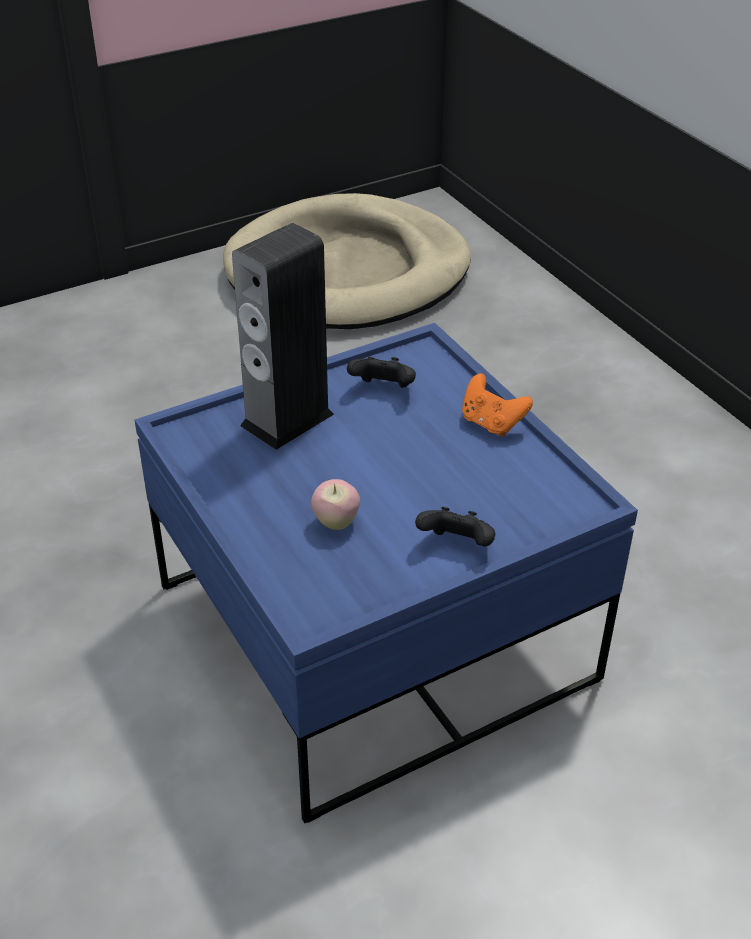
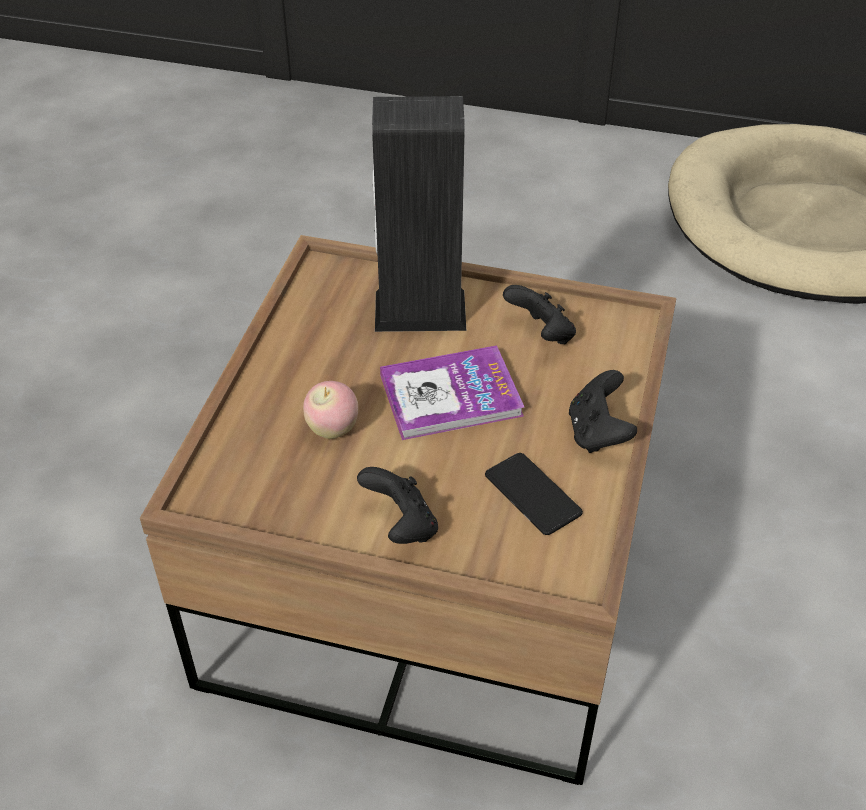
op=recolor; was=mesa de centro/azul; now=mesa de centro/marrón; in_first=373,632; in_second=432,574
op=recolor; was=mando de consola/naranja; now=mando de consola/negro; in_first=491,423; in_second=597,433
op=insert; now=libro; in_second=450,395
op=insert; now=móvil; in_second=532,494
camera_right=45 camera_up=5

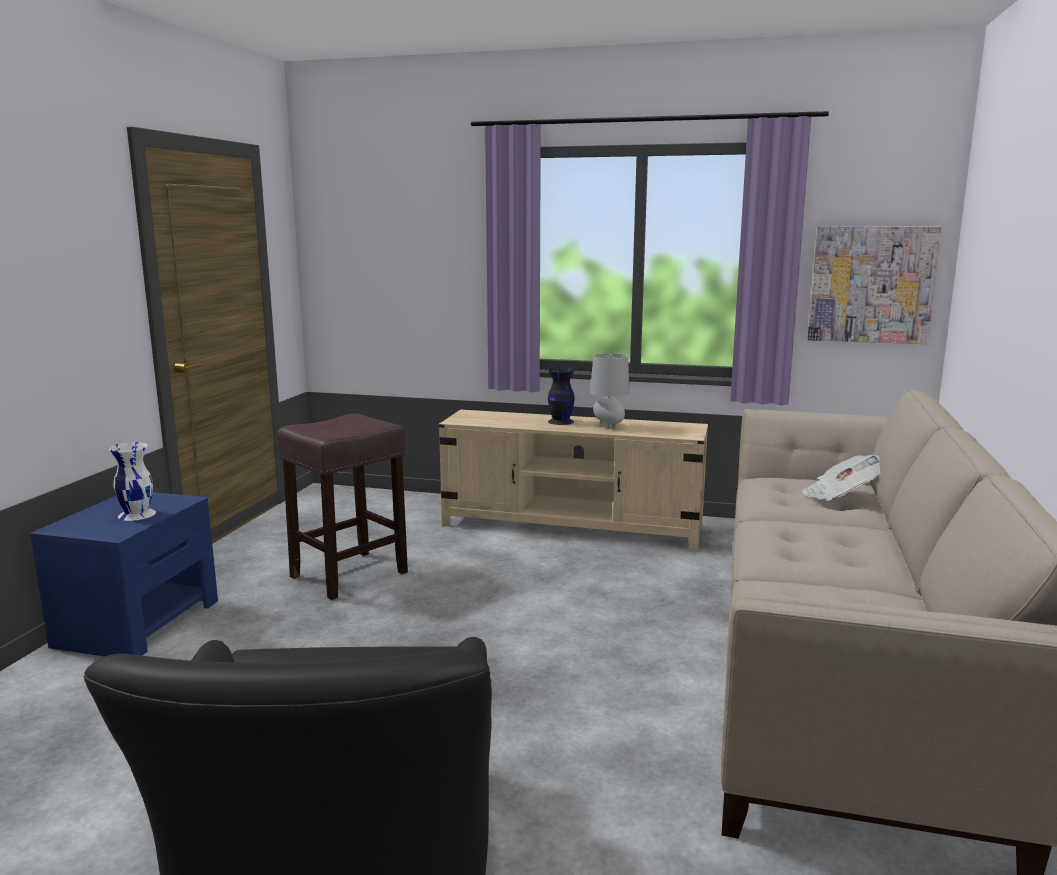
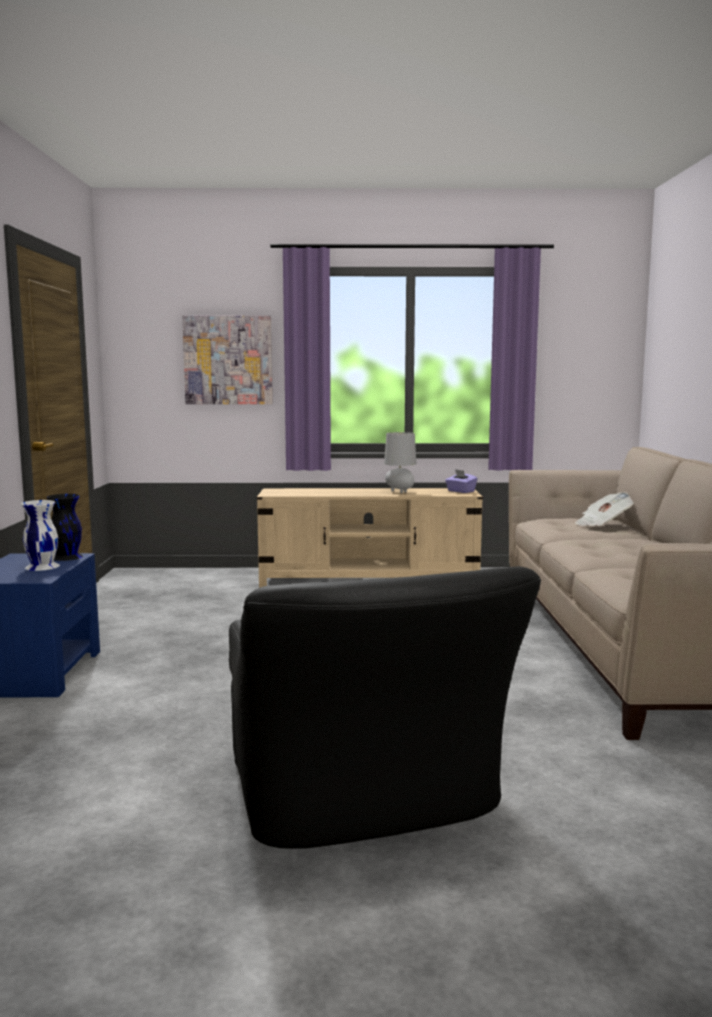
op=move; was=cuadro; in_first=871,284; in_second=228,360
op=move; was=florero/negro; in_first=560,421; in_second=66,557
op=delete; was=taburete/marrón; in_first=350,574
op=insert; now=caja de pañuelos/morado; in_second=460,491
camera_right=-15 camera_up=-5

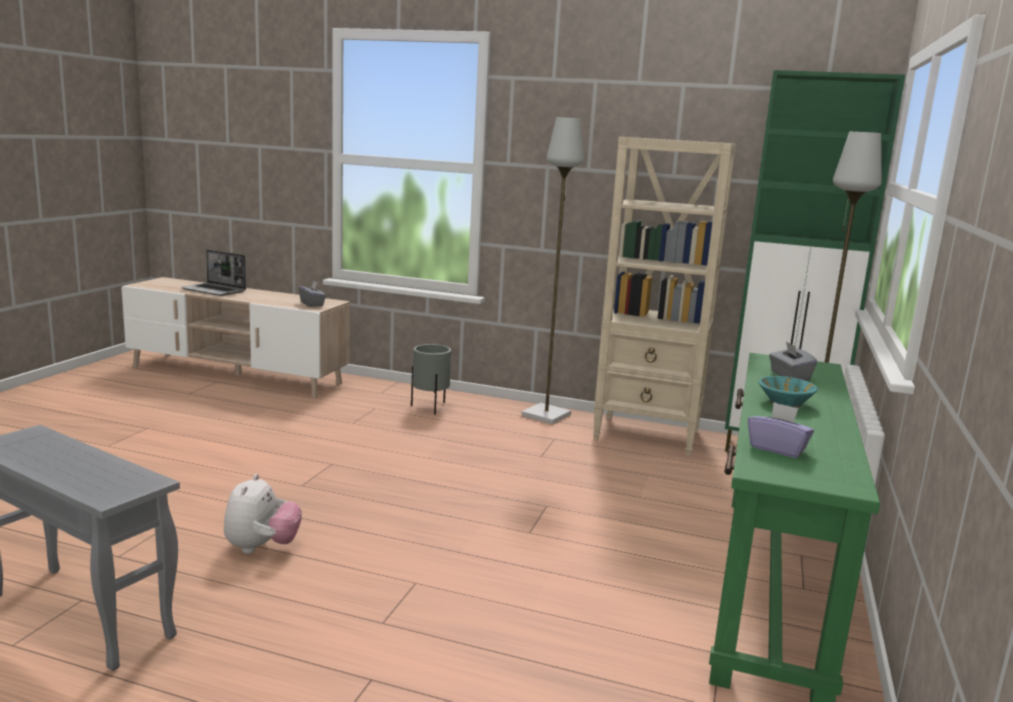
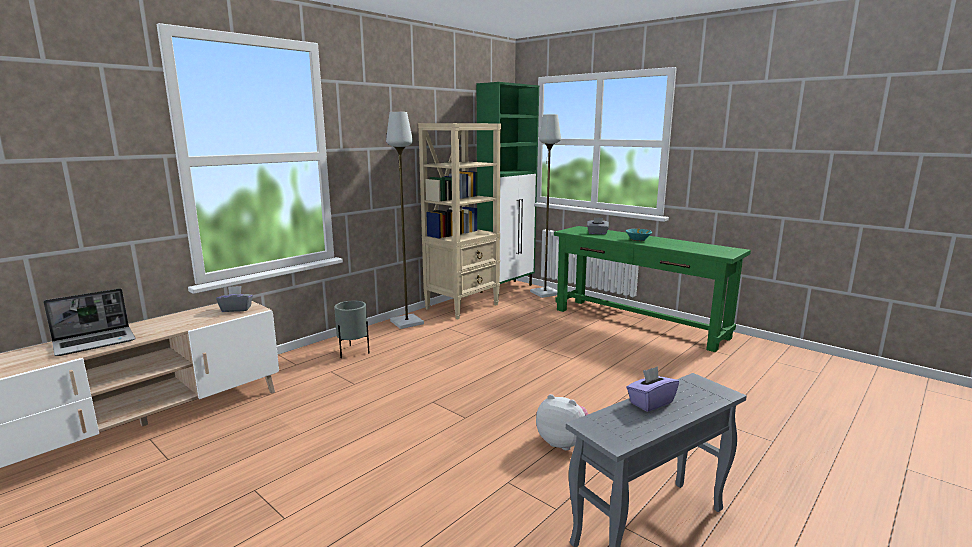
op=move; was=caja de pañuelos/morado; in_first=777,449; in_second=650,402
camera_right=-65 camera_up=0

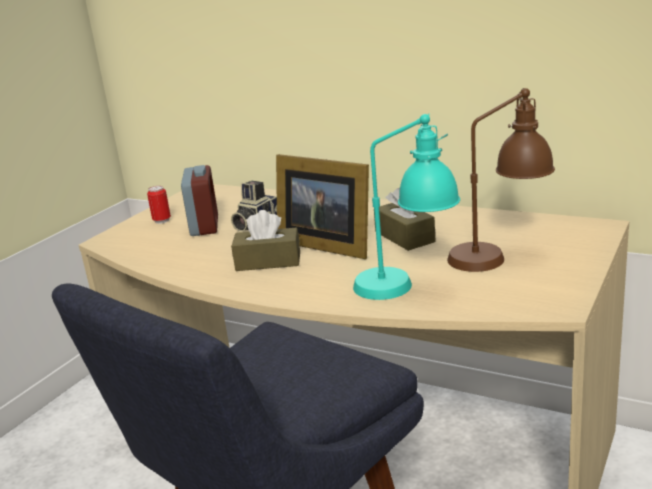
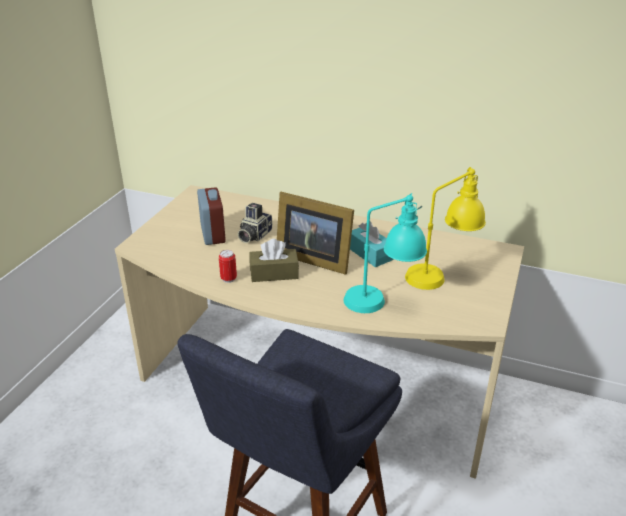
op=recolor; was=lámpara de mesa/marrón; now=lámpara de mesa/amarillo; in_first=500,256; in_second=441,276
op=move; was=lata; in_first=162,221; in_second=228,279
op=recolor; was=caja de pañuelos/marrón; now=caja de pañuelos/turquesa; in_first=404,237; in_second=370,254
camera_right=-10 camera_up=10

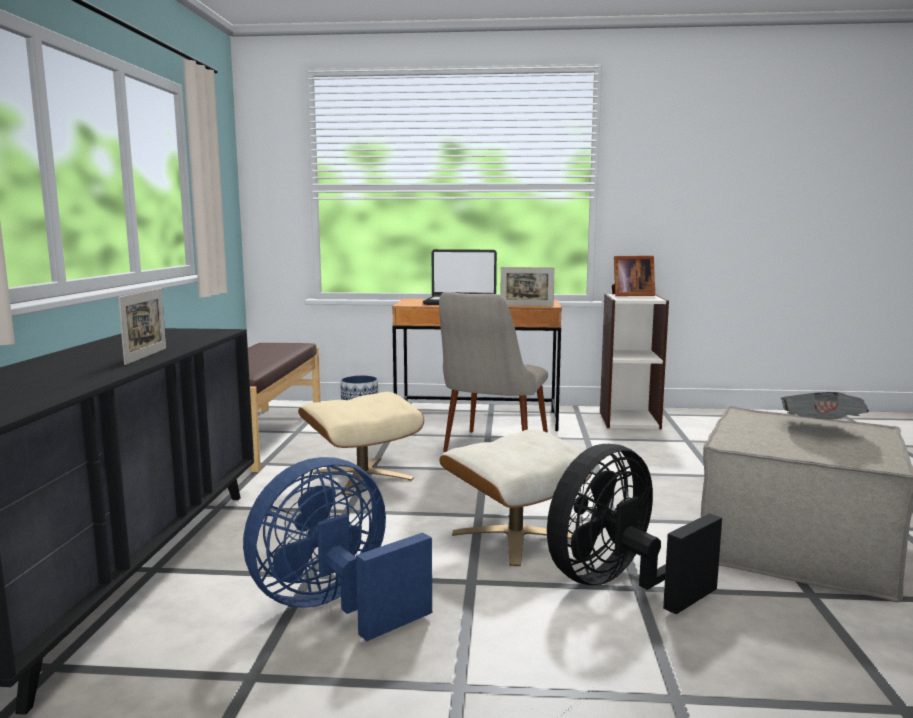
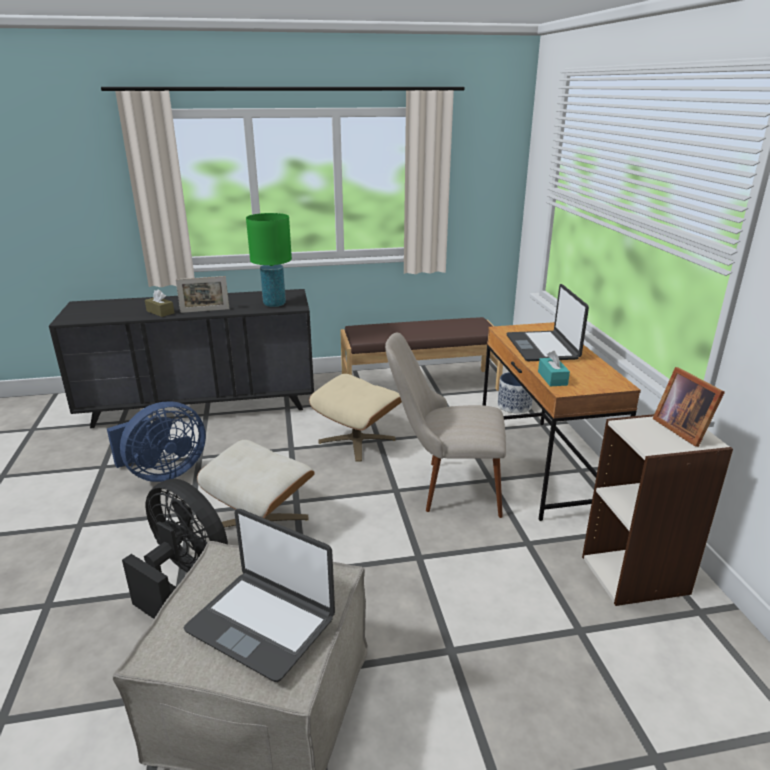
op=replace; was=portarretratos; now=caja de pañuelos/turquesa; in_first=526,305; in_second=552,378
op=replace; was=periódico; now=portátil; in_first=821,428; in_second=262,623
op=rotate; was=ventilador/azul; in_first=335,607; in_second=163,473; clockwise=105
op=insert; now=lámpara de mesa/verde; in_second=274,304
op=insert; now=caja de pañuelos/marrón; in_second=160,312
camera_right=75 camera_up=15

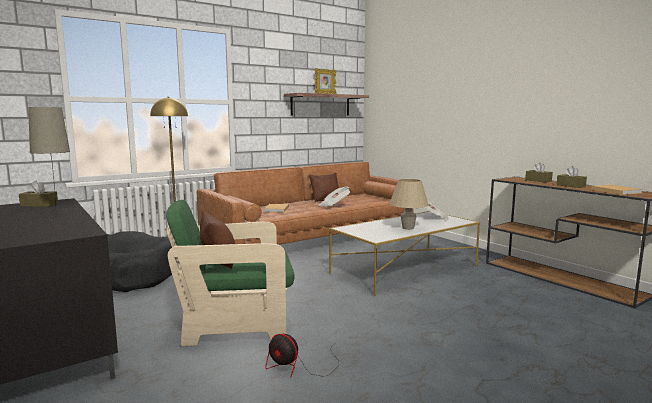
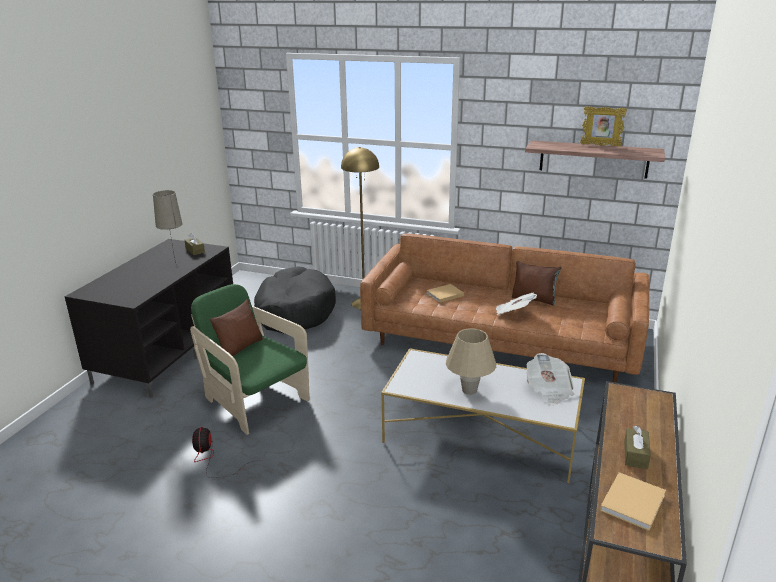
op=delete; was=caja de pañuelos/marrón; in_first=538,180
camera_right=55 camera_up=15

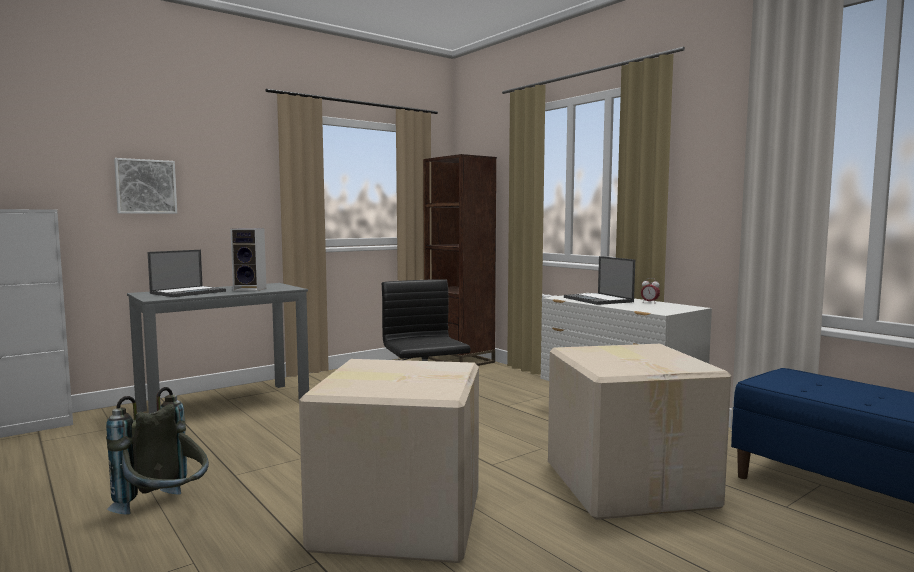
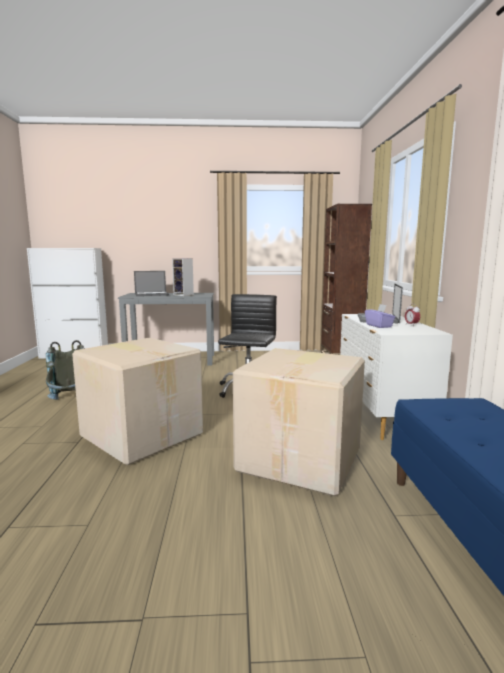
op=delete; was=cuadro; in_first=146,186
op=insert; now=caja de pañuelos/morado; in_second=379,326
camera_right=35 camera_up=5

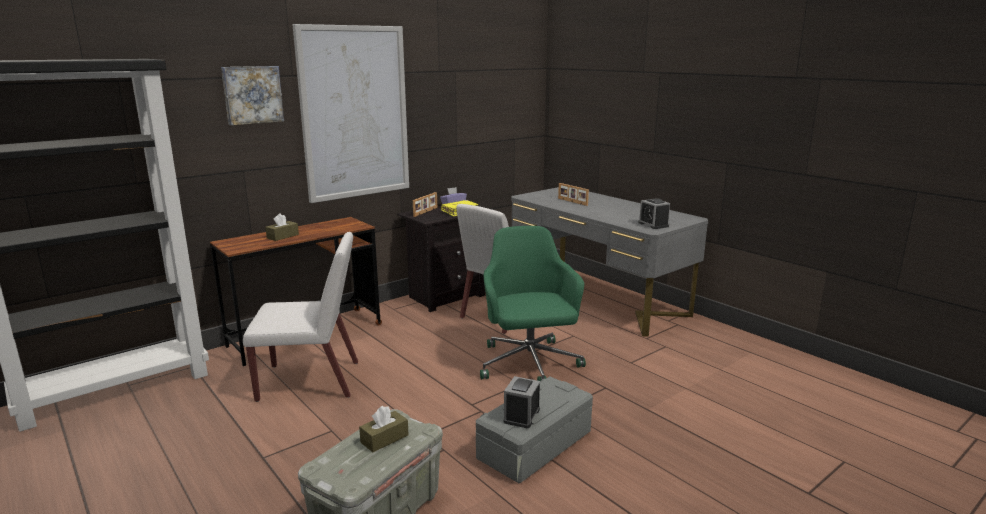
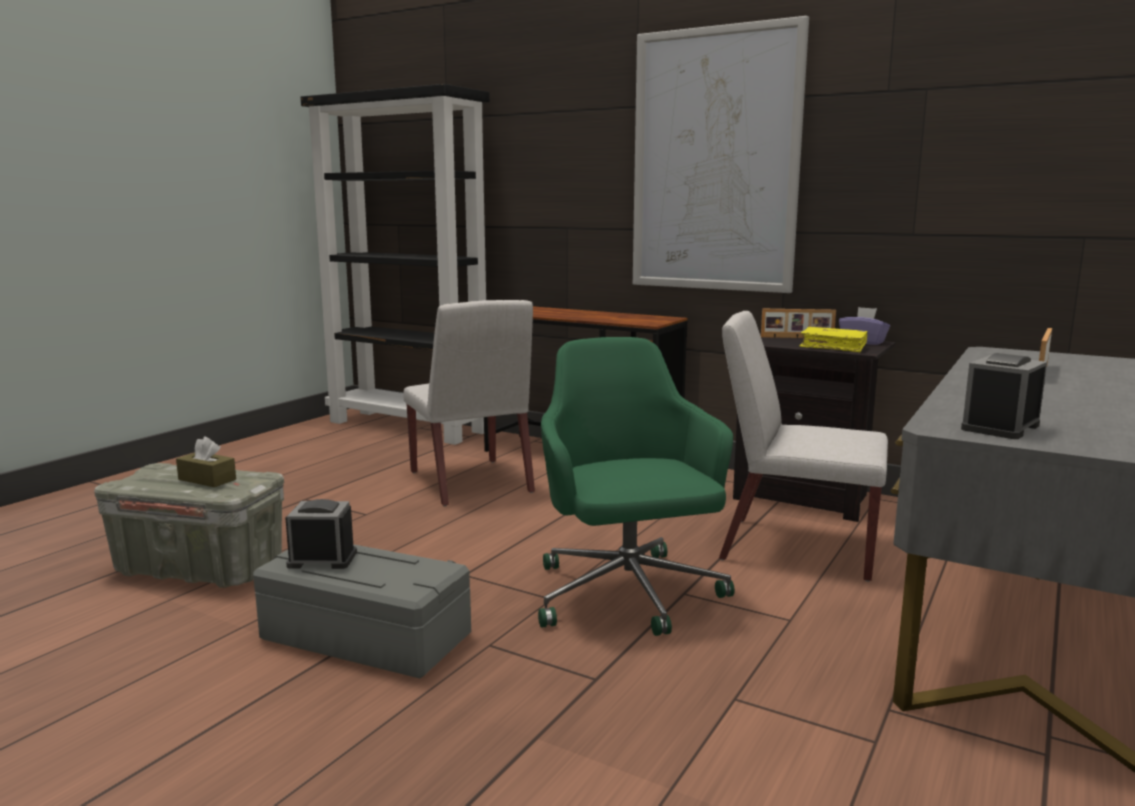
op=delete; was=cuadro; in_first=252,94
op=delete; was=caja de pañuelos/marrón; in_first=283,236
op=rotate; was=silla de oficina/verde; in_first=529,364; in_second=627,595; clockwise=-75
camera_right=70 camera_up=-5

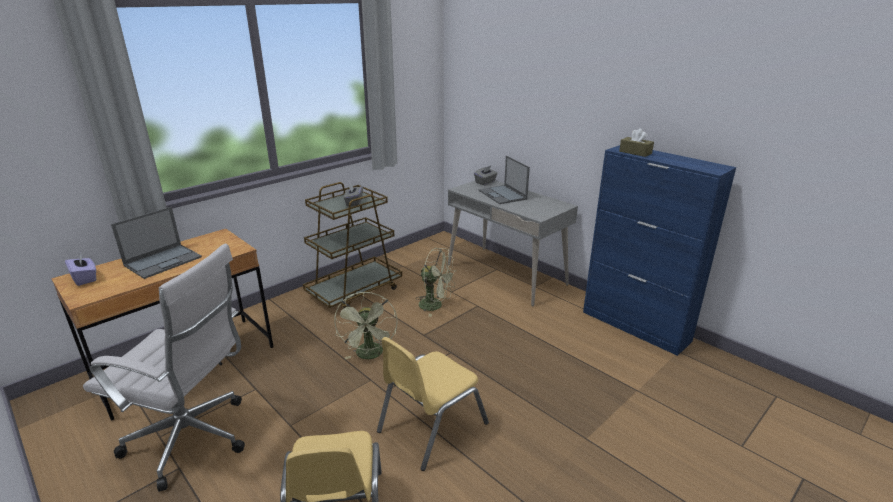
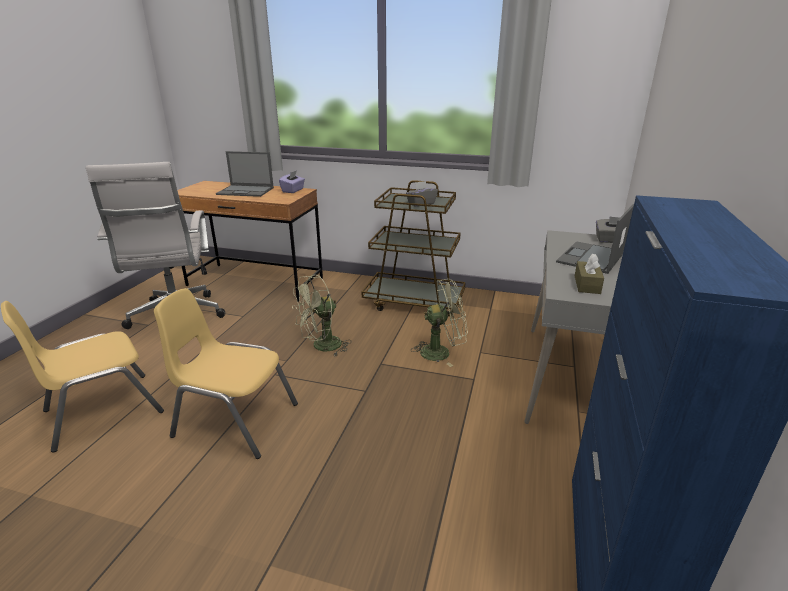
op=move; was=caja de pañuelos/marrón; in_first=635,152; in_second=587,284
op=rotate; was=ventilador/verde; in_first=436,305; in_second=441,352; clockwise=-90
op=move; was=caja de pañuelos/morado; in_first=85,278; in_second=293,190
camera_right=60 camera_up=0

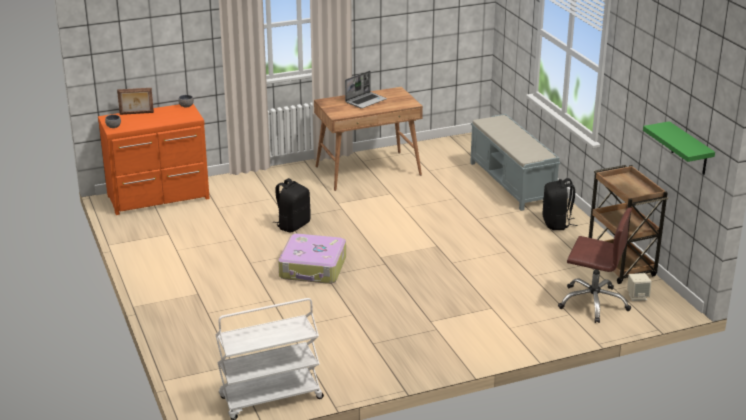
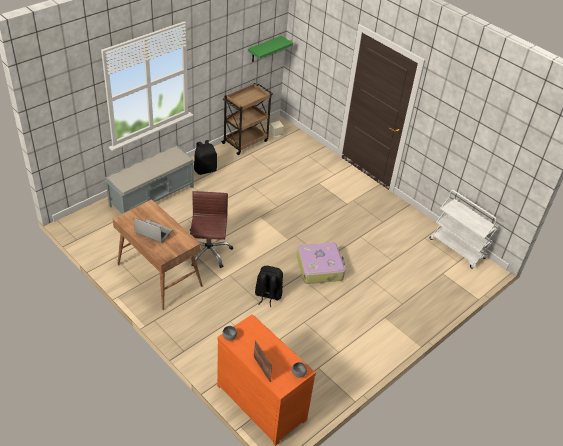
op=move; was=silla de oficina/marrón; in_first=593,303; in_second=208,252
camera_right=-115 camera_up=15

